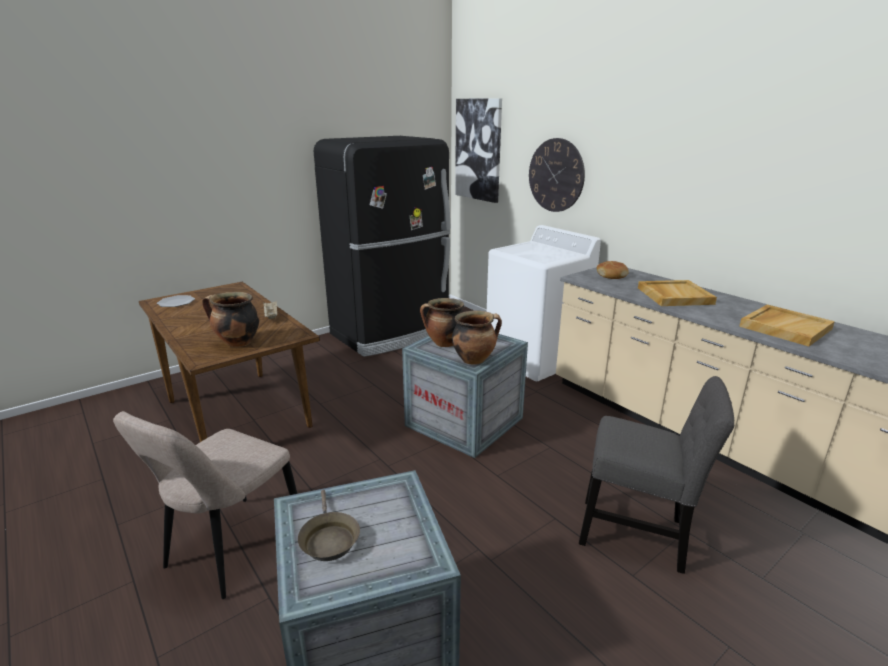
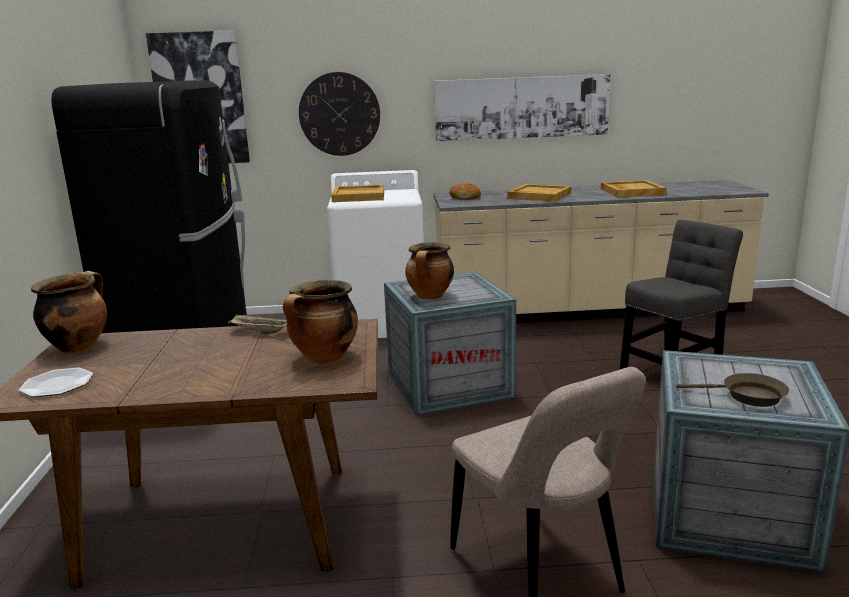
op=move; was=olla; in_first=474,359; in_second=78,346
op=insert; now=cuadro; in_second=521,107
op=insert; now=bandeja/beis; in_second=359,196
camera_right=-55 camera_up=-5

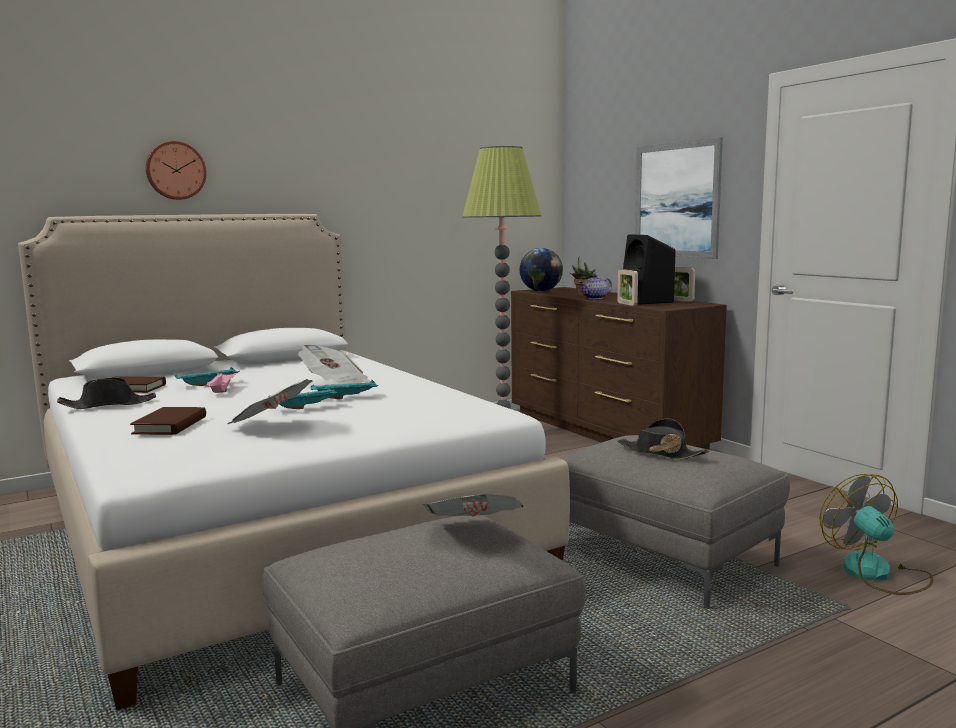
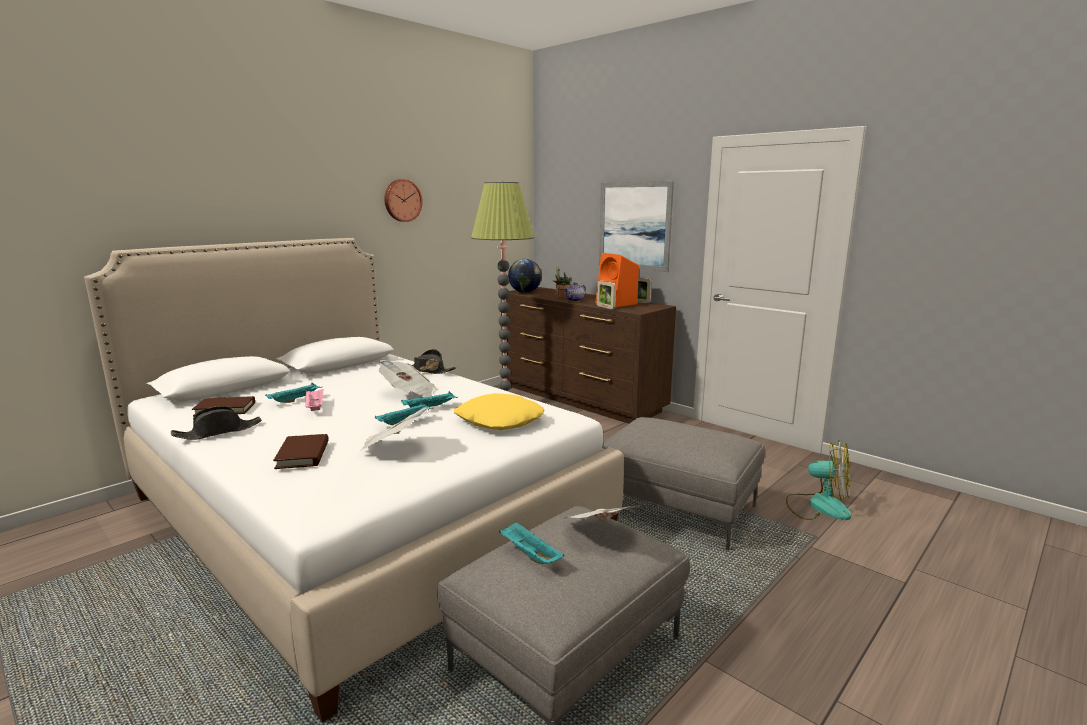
op=move; was=reloj de pared; in_first=175,170; in_second=402,200
op=recolor; was=altavoz/negro; now=altavoz/naranja; in_first=647,301; in_second=617,304
op=move; was=sombrero/negro; in_first=661,453; in_second=428,371
op=rotate; was=ventilador; in_first=877,574; in_second=818,506; clockwise=150
op=insert; now=cojín/amarillo; in_second=499,421
op=insert; now=bandeja/turquesa; in_second=529,554
camera_right=-15 camera_up=5

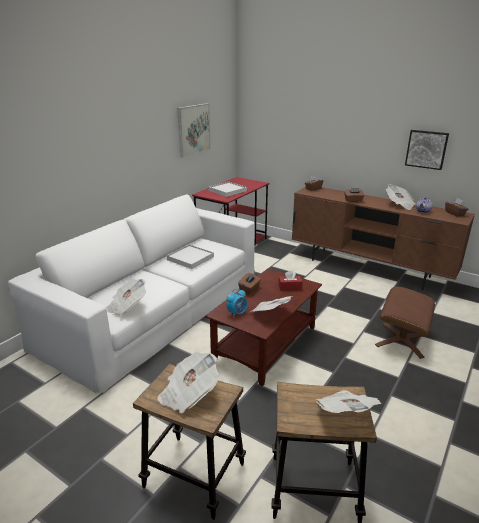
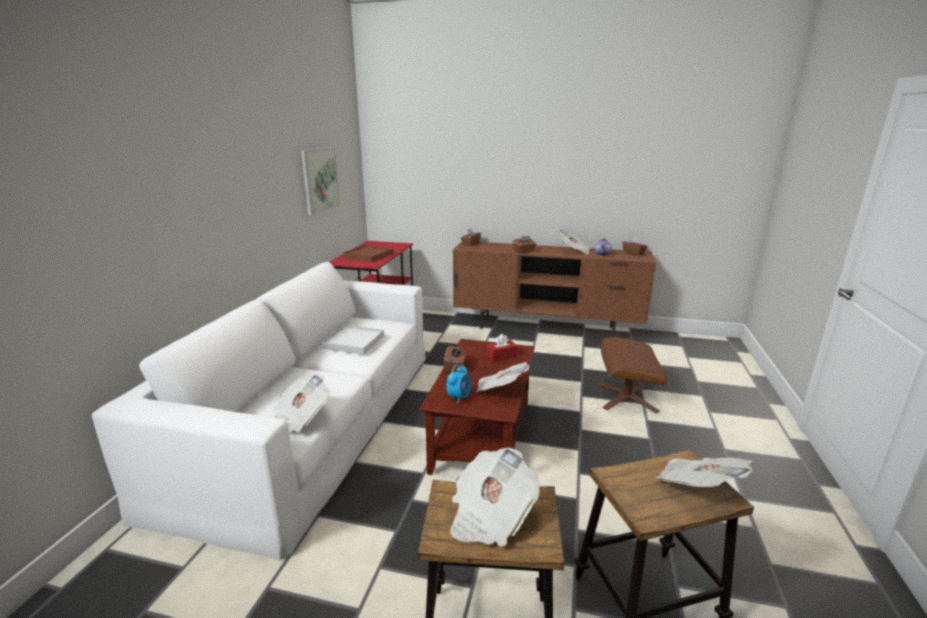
op=delete; was=cuadro; in_first=426,149
op=recolor; was=bandeja/blanco; now=bandeja/marrón; in_first=227,191; in_second=368,255
camera_right=-20 camera_up=-5

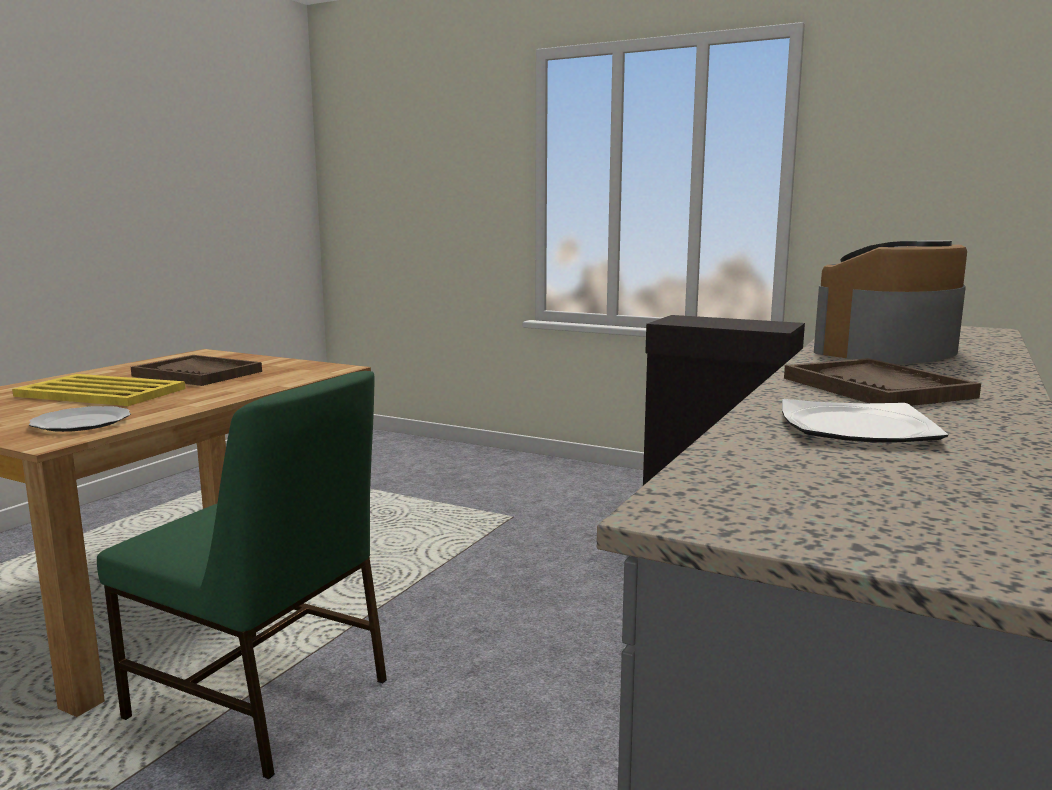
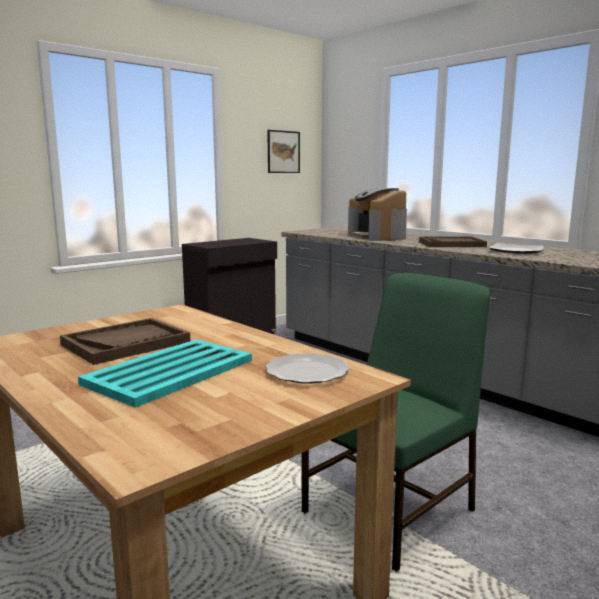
op=recolor; was=bandeja/amarillo; now=bandeja/turquesa; in_first=102,392; in_second=172,371
op=insert; now=cuadro; in_second=283,152
camera_right=-70 camera_up=0

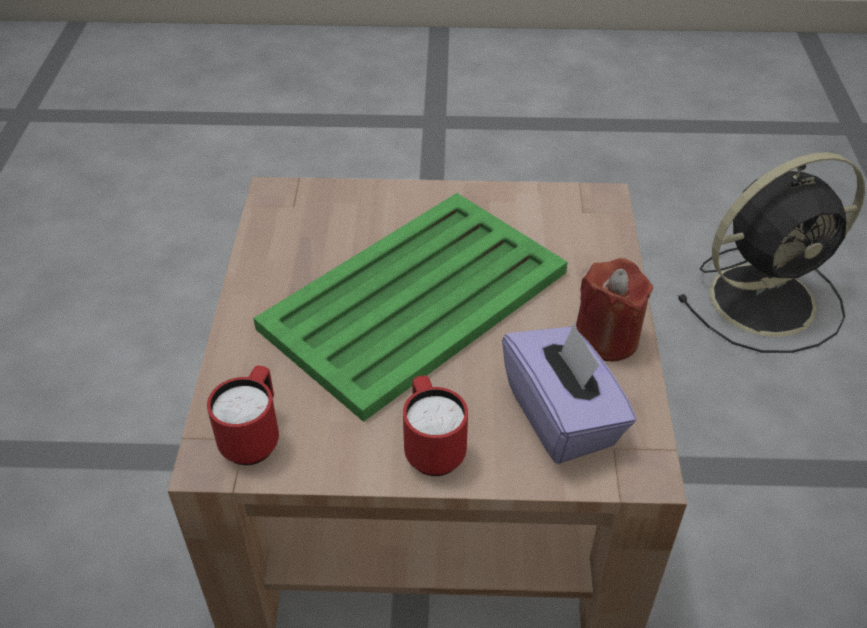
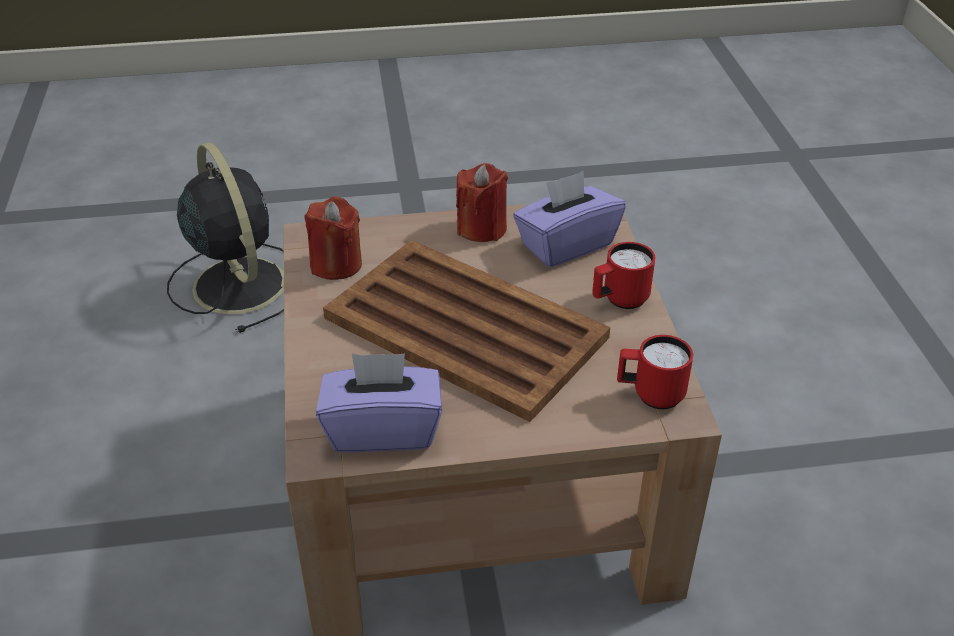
op=recolor; was=bandeja/verde; now=bandeja/marrón; in_first=418,299; in_second=463,326
op=insert; now=vela/rojo; in_second=336,264
op=insert; now=caja de pañuelos/morado; in_second=383,429
camera_right=-100 camera_up=-5

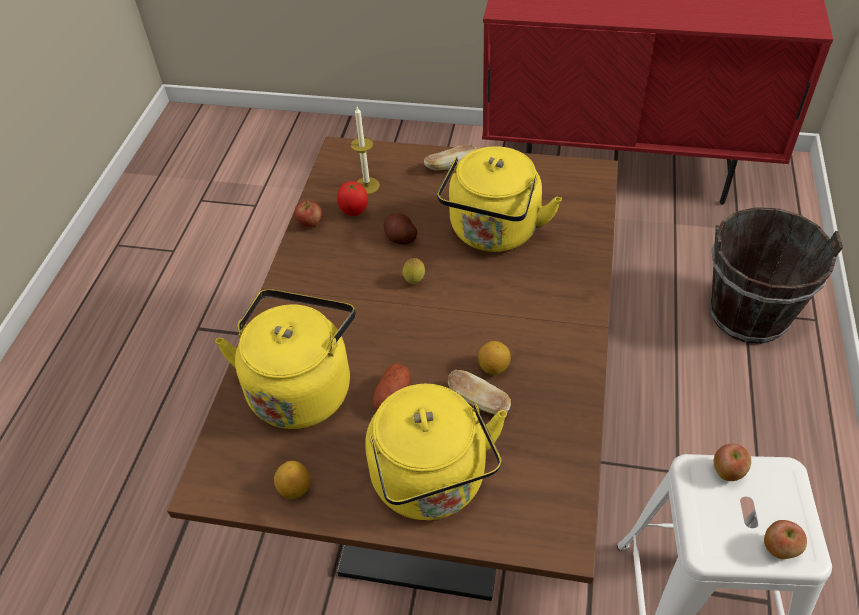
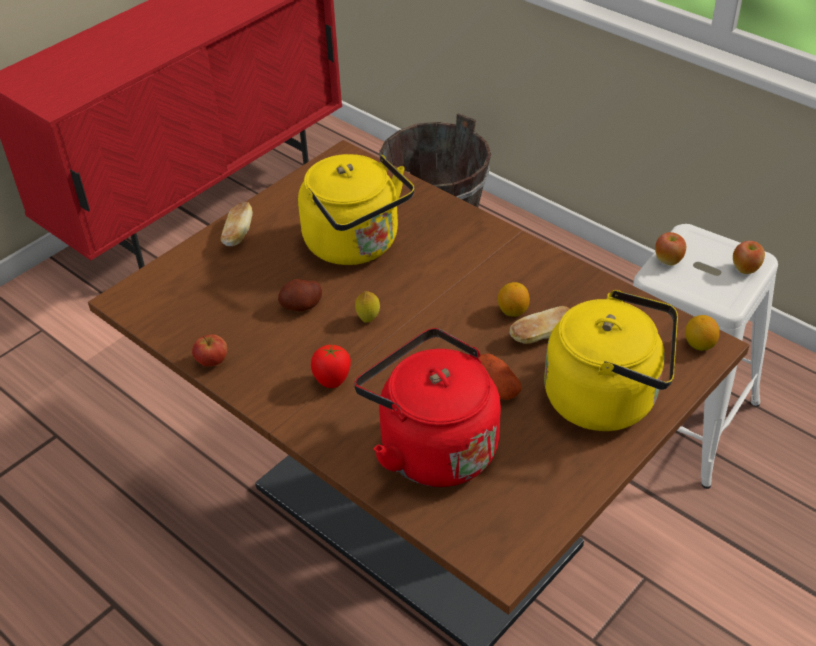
op=delete; was=vela; in_first=367,185
op=move; was=tomate; in_first=354,212; in_second=332,382
op=recolor; was=hervidor/amarillo; now=hervidor/rojo; in_first=301,386; in_second=432,446
op=move; was=limón; in_first=295,489; in_second=699,345
camera_right=-60 camera_up=-5

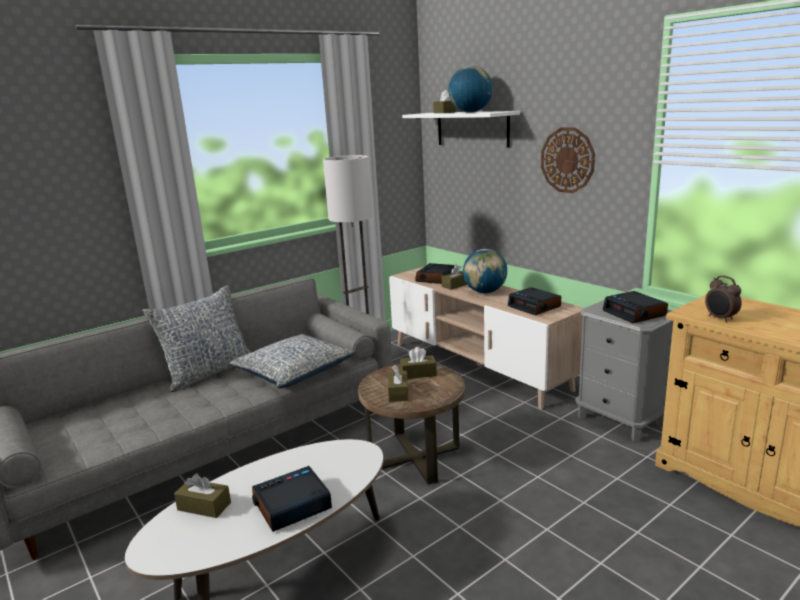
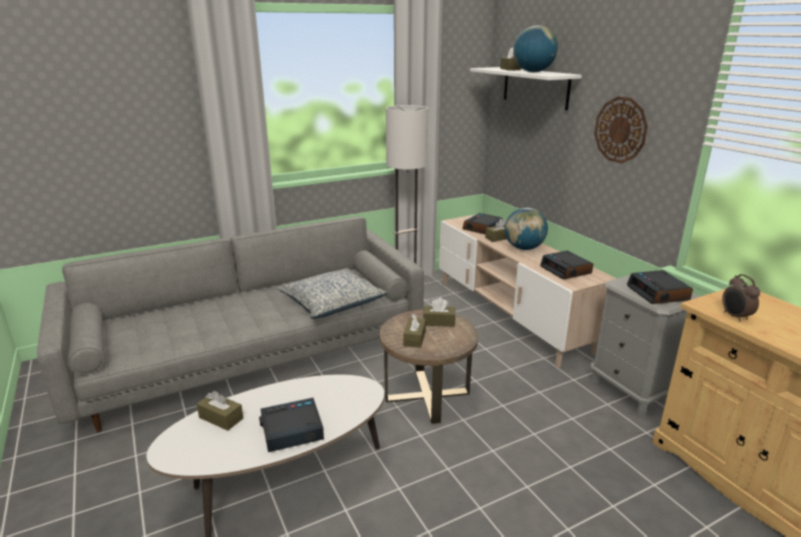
op=delete; was=cojín; in_first=208,372
camera_right=10 camera_up=5

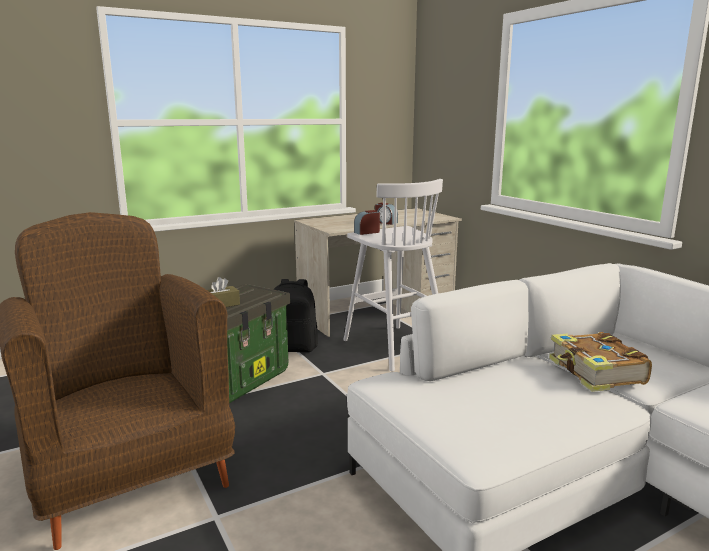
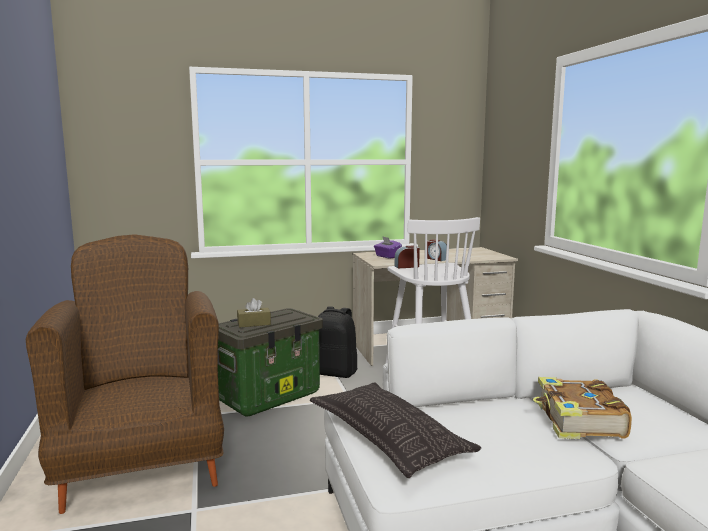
op=insert; now=caja de pañuelos/morado; in_second=387,256
op=insert; now=cojín; in_second=388,436
camera_right=15 camera_up=-5

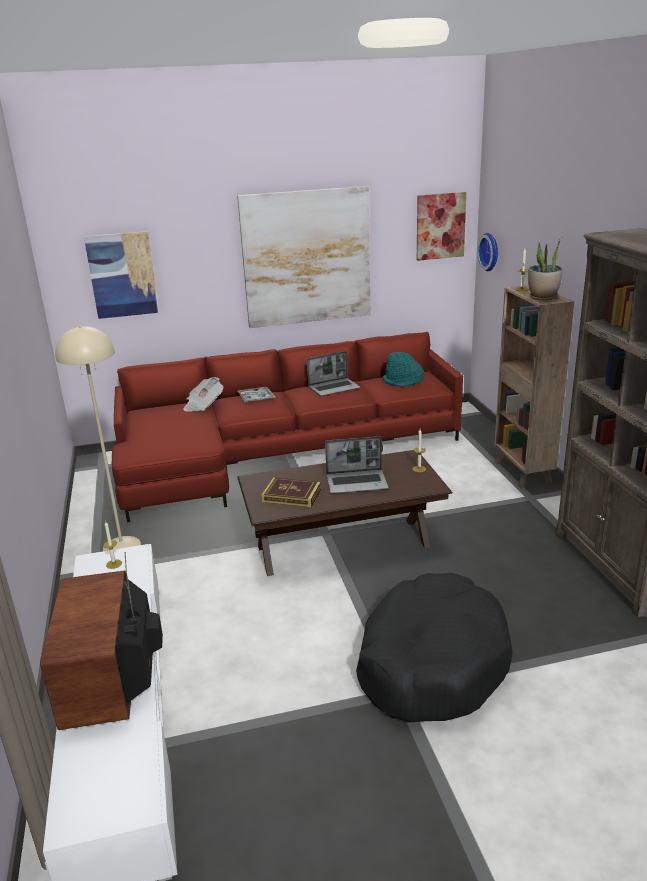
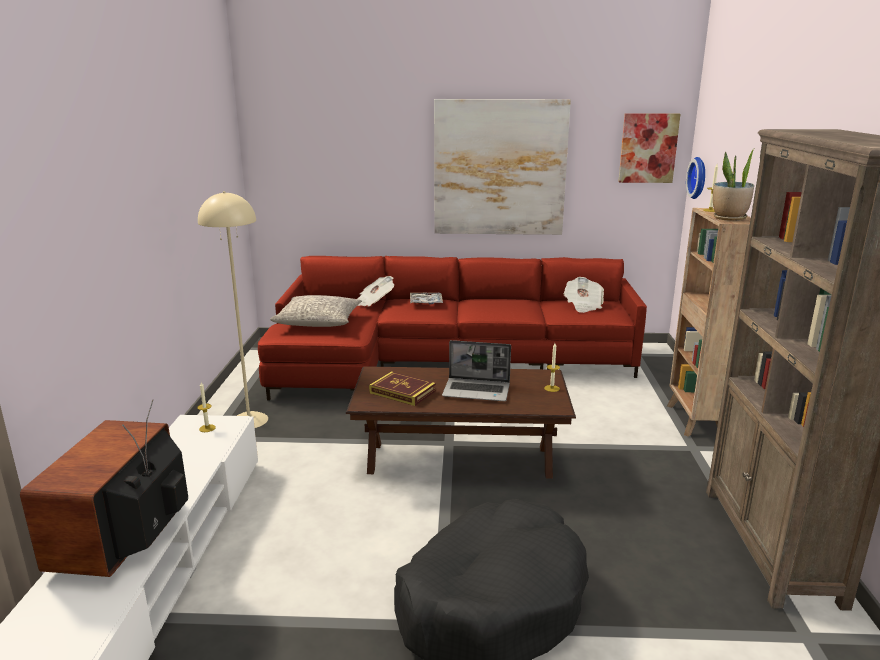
op=delete; was=cuadro; in_first=122,275
op=delete; was=portátil; in_first=334,388
op=replace; was=sombrero/turquesa; now=periódico; in_first=403,381; in_second=583,306
op=insert; now=cojín/gris; in_second=319,322
camera_right=15 camera_up=-5

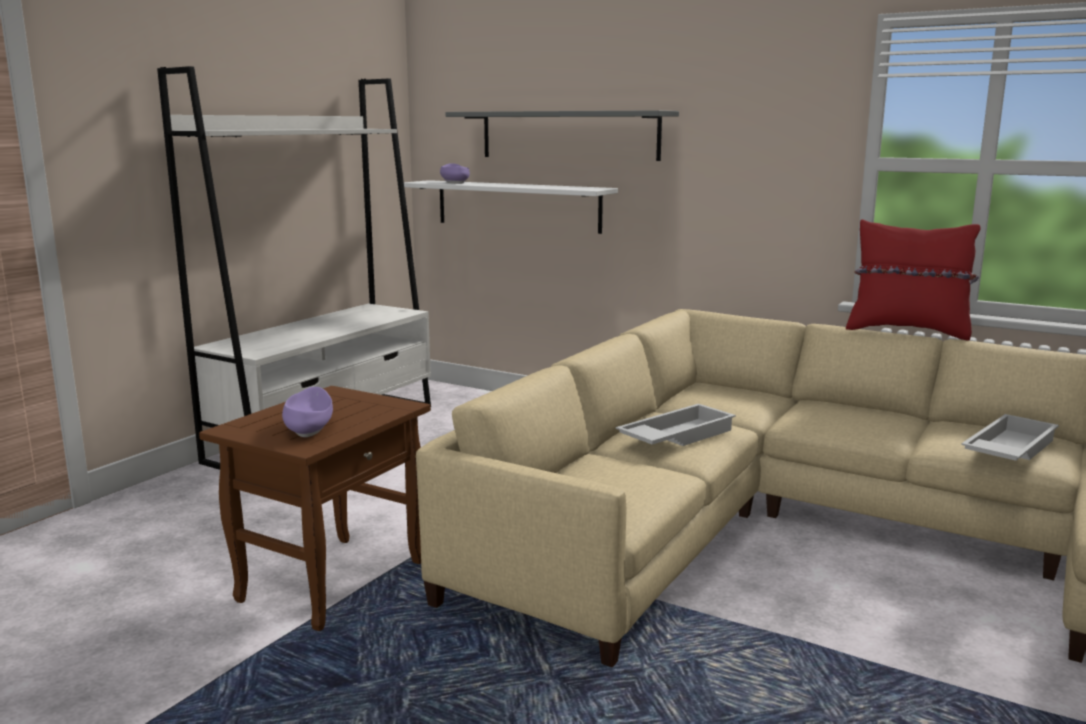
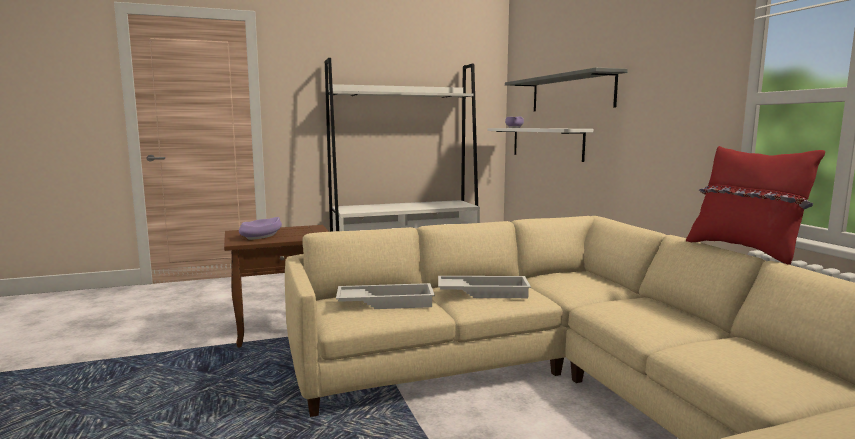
op=move; was=bandeja/blanco; in_first=1007,449; in_second=386,302
camera_right=40 camera_up=-5

